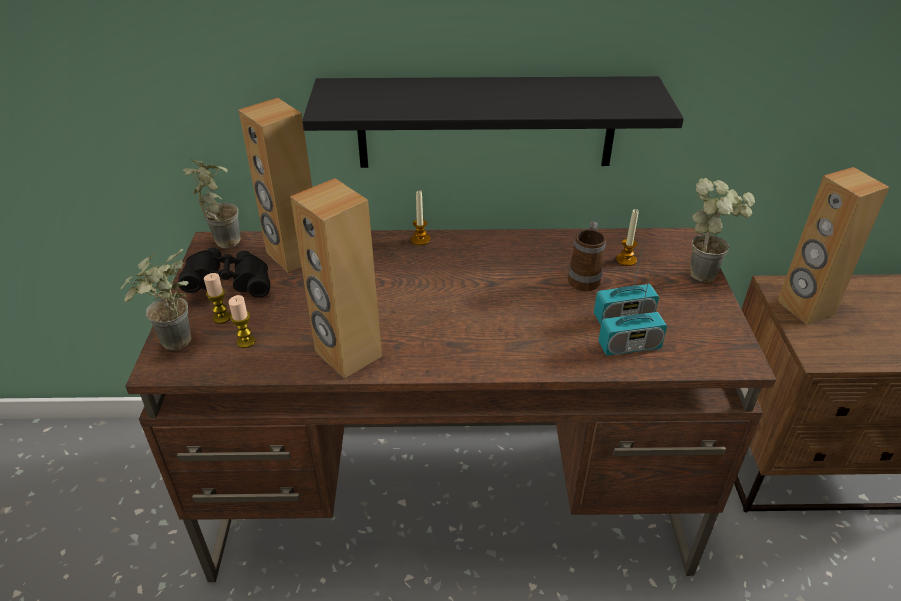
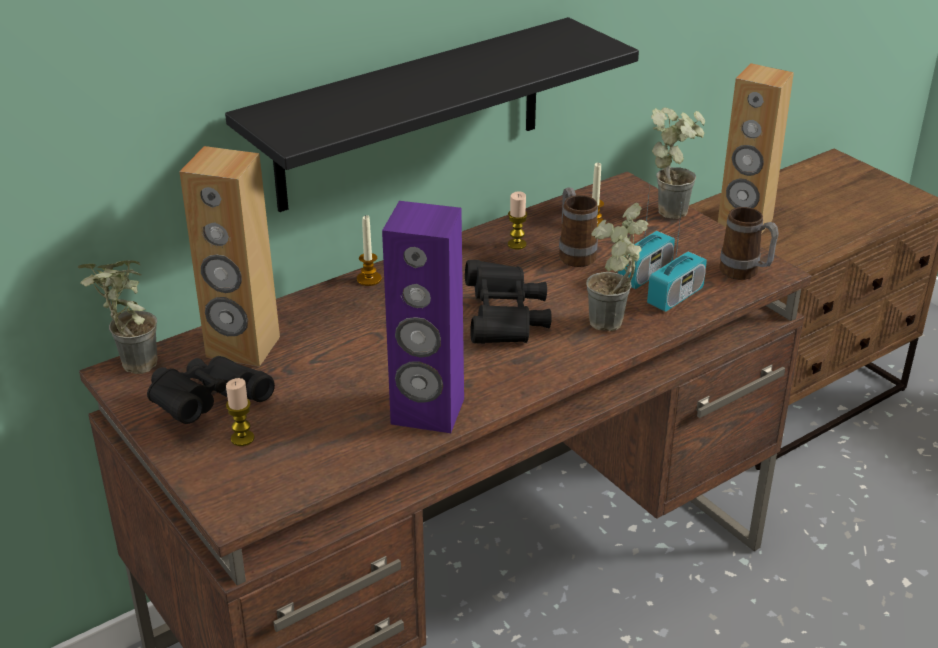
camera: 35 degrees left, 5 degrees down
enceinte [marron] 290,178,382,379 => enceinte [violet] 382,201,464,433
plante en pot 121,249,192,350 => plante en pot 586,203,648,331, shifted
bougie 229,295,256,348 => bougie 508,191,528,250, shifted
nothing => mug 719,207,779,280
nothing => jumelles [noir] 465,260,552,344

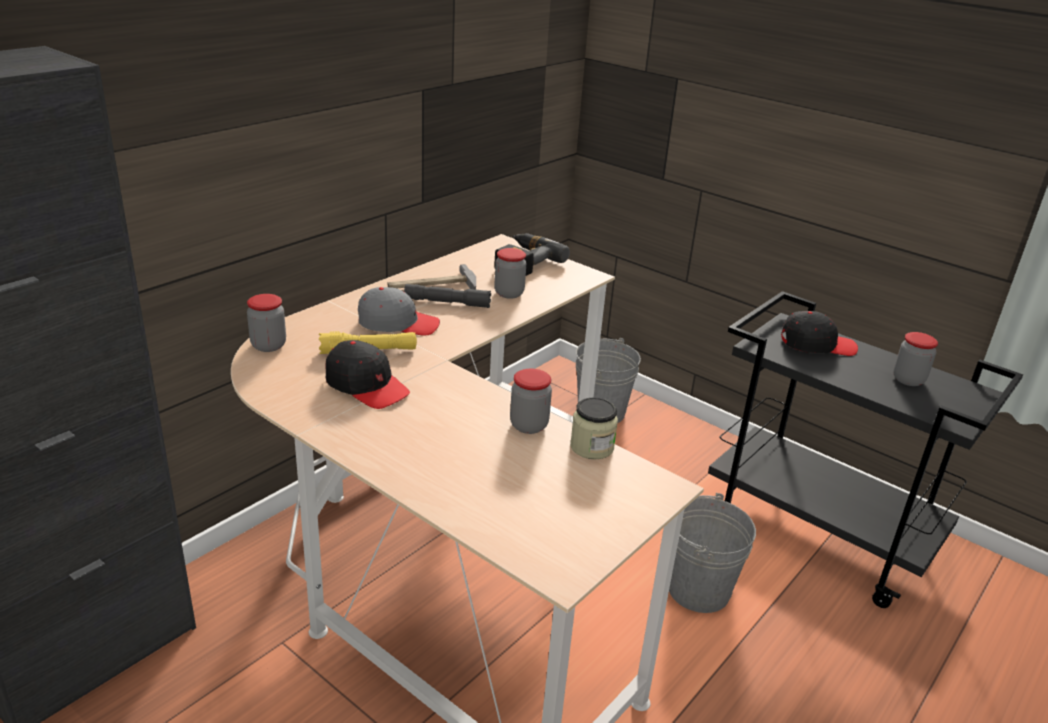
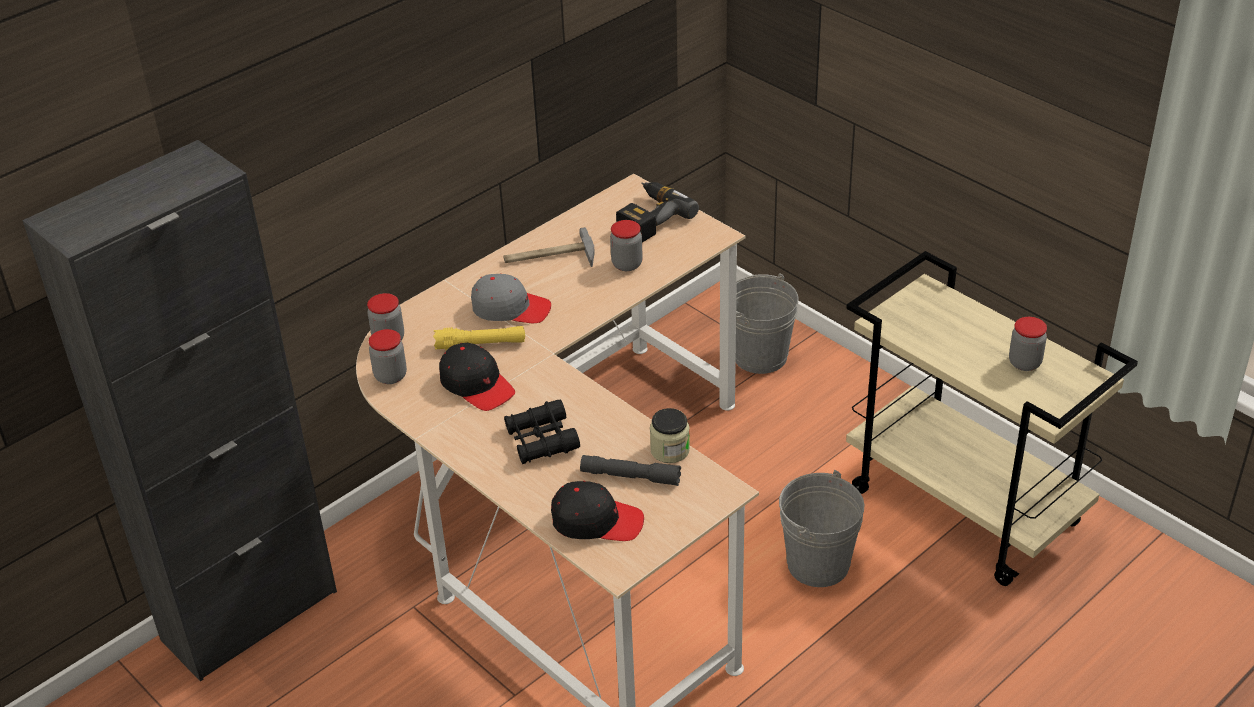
camera: 10 degrees right, 10 degrees up
lampe de poche [gris] 404,284,491,308 => lampe de poche [gris] 580,455,681,486, shifted
chariot [noir] 708,291,1023,608 => chariot [beige] 846,251,1138,586
casquette [noir] 781,311,858,356 => casquette [noir] 551,481,644,541, shifted
bocal 510,369,552,434 => bocal 369,329,407,384, shifted
nothing => jumelles [noir] 504,399,580,464

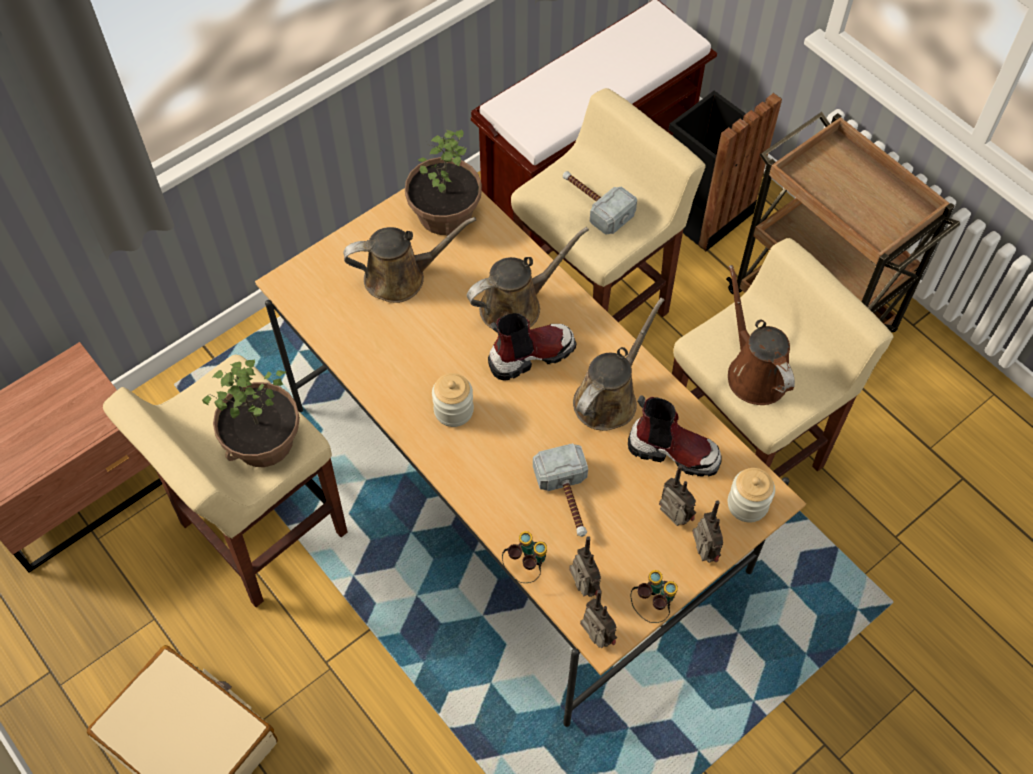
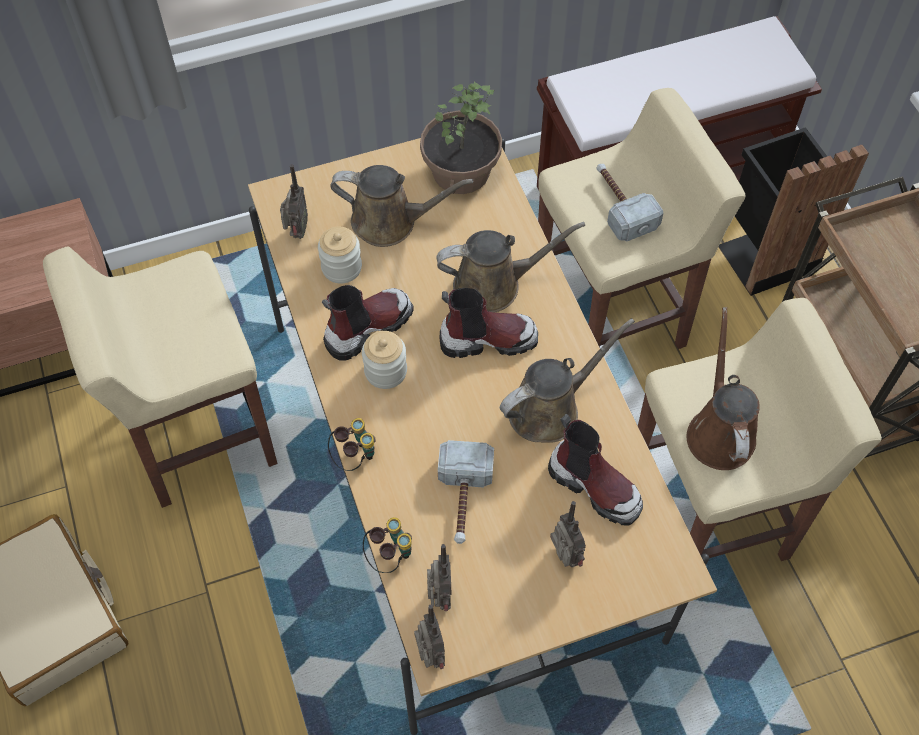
camera: 20 degrees right, 0 degrees up
plante en pot 202,359,300,467 => nothing
bocal 728,468,775,523 => bocal 318,227,362,284, shifted
radio 692,500,723,563 => radio 280,164,308,239, shifted
jumelles 631,570,678,623 => jumelles 328,418,376,471, shifted
nothing => botte 322,285,414,361

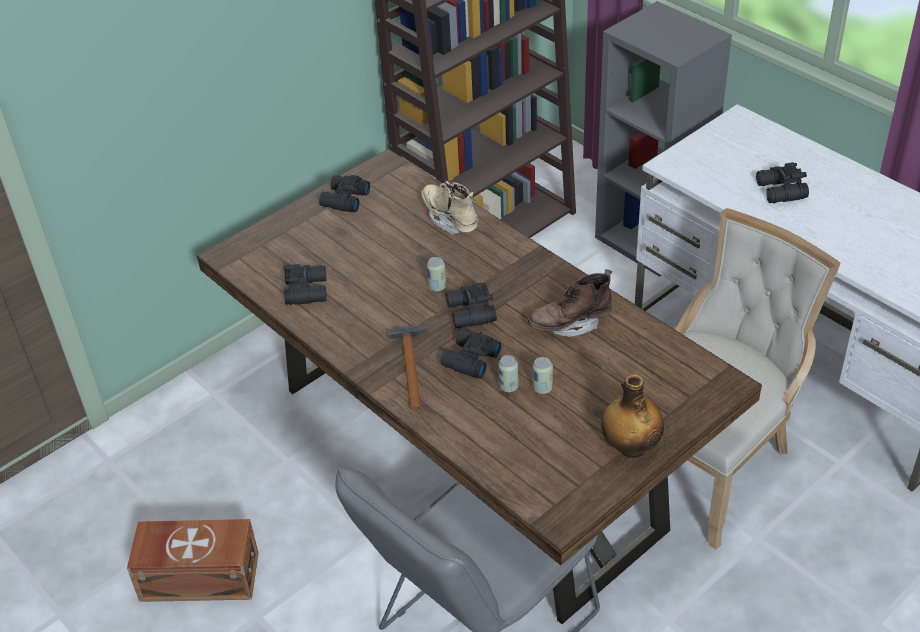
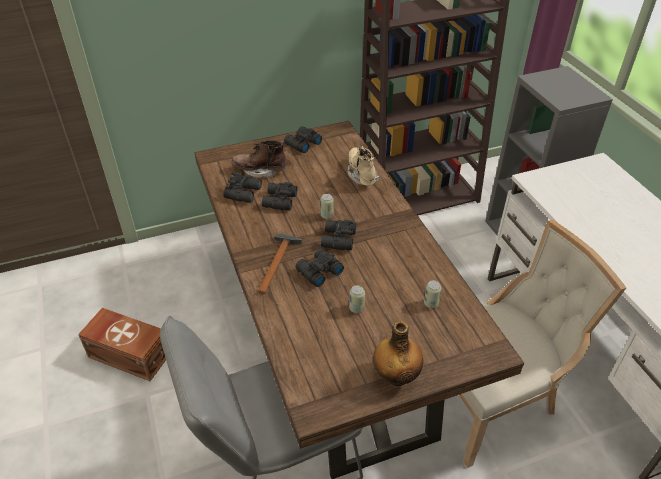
camera: 20 degrees right, 0 degrees up
jumelles [noir] 756,162,809,203 => jumelles [noir] 262,182,297,211, shifted
botte [marron] 528,269,612,337 => botte [marron] 231,140,287,178, shifted
boîte métallique 498,355,518,392 => boîte métallique 424,280,441,308, shifted

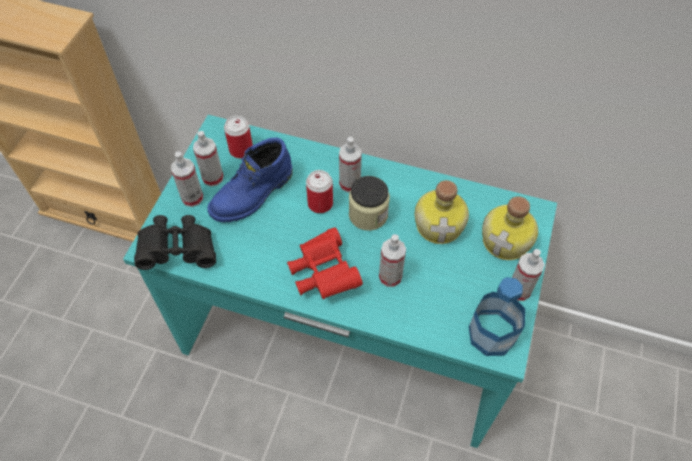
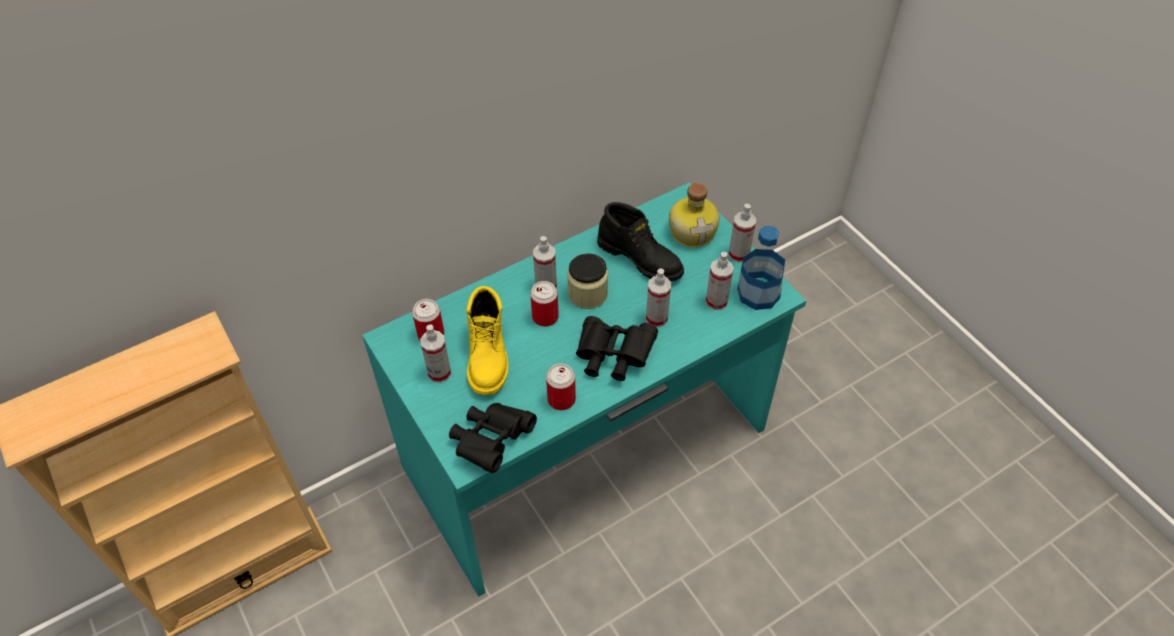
camera: 50 degrees left, 5 degrees down
botte [bleu] 208,138,293,222 => botte [jaune] 466,286,508,395
vaporisateur 171,151,203,207 => vaporisateur 705,252,734,310, shifted
bouteille 414,180,469,244 => botte [noir] 597,202,684,281
jumelles [rouge] 287,227,363,299 => jumelles [noir] 576,316,658,381
nothing => boîte métallique 546,363,576,410

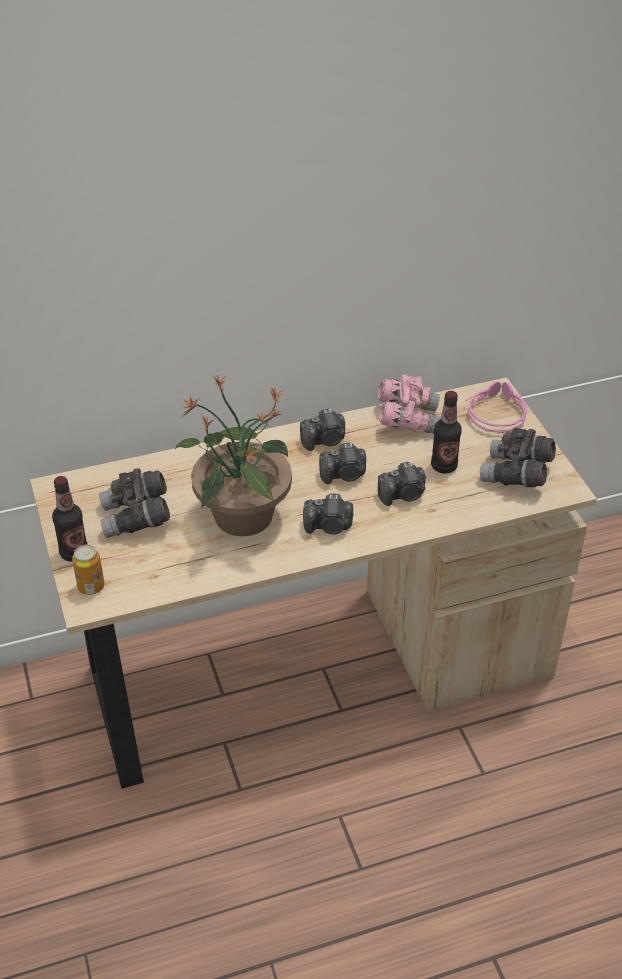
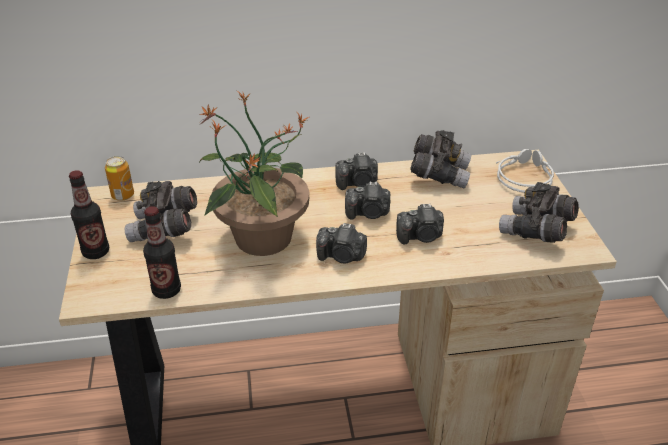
camera: 10 degrees right, 5 degrees down
jumelles [rose] 378,375,441,434 => jumelles [gris] 410,130,471,188
casque audio [rose] 466,382,527,433 => casque audio [gris] 496,149,554,193
bouteille 431,391,462,473 => bouteille 143,206,181,299, shifted
boîte métallique 72,545,105,595 => boîte métallique 105,156,134,201, shifted

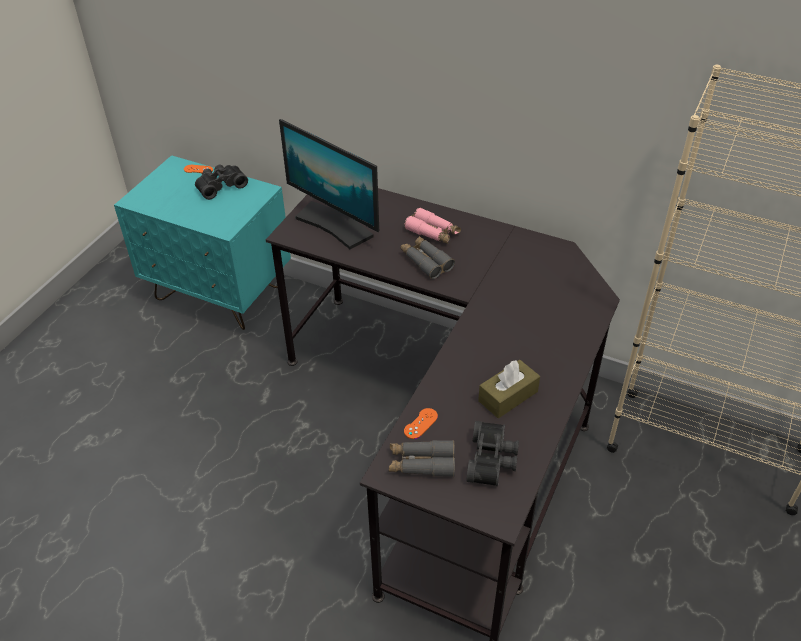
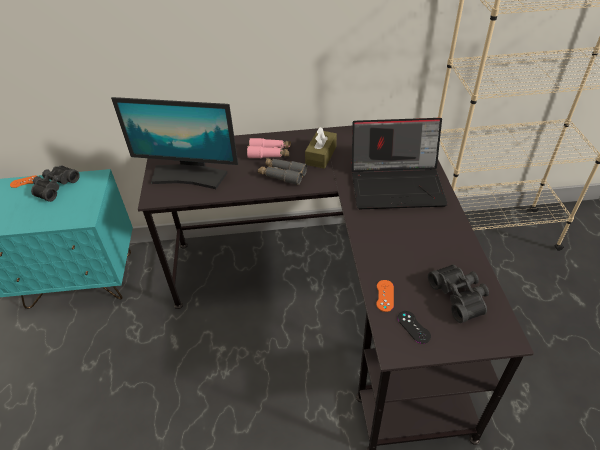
camera: 30 degrees left, 0 degrees up
boîte à mouchoirs [marron] 478,360,540,418 => boîte à mouchoirs [marron] 305,127,337,169, shifted
jumelles [gris] 389,440,455,477 => manette [noir] 398,311,431,344
nothing => ordinateur portable 352,118,448,209

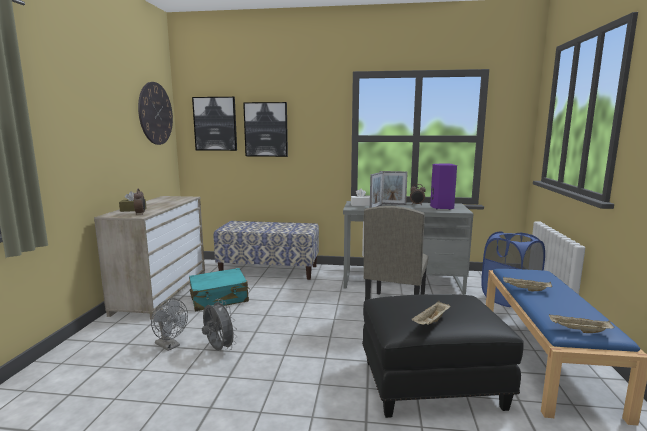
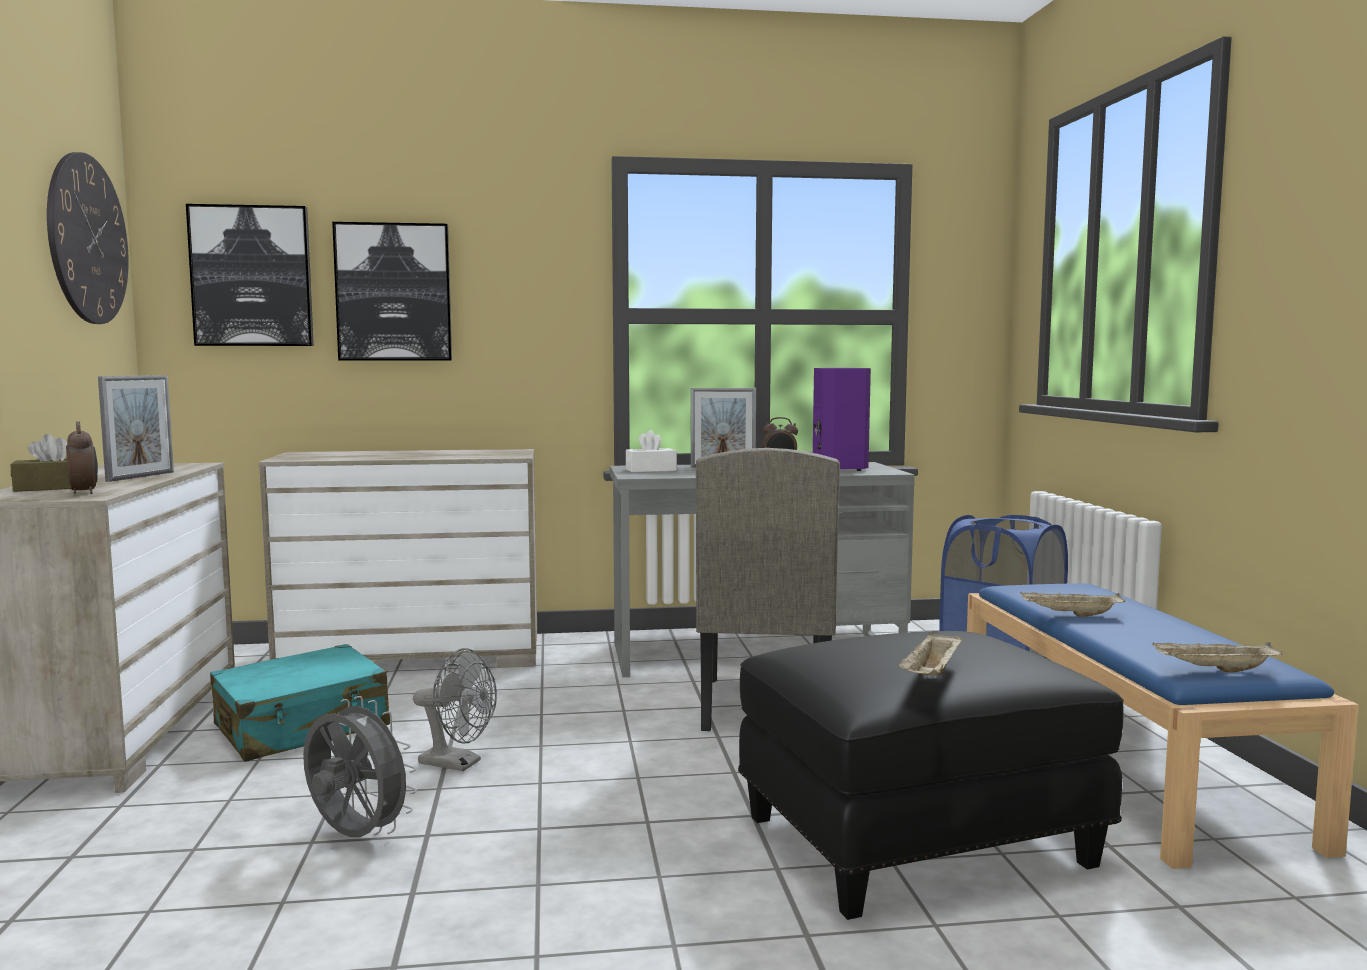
camera: 15 degrees left, 5 degrees down
cadre photo 370,172,383,208 => cadre photo 98,375,174,482, shifted
banc 213,221,319,280 => commode [beige] 258,449,537,668
ventilateur [gris] 151,298,188,351 => ventilateur [gris] 413,648,497,771, shifted

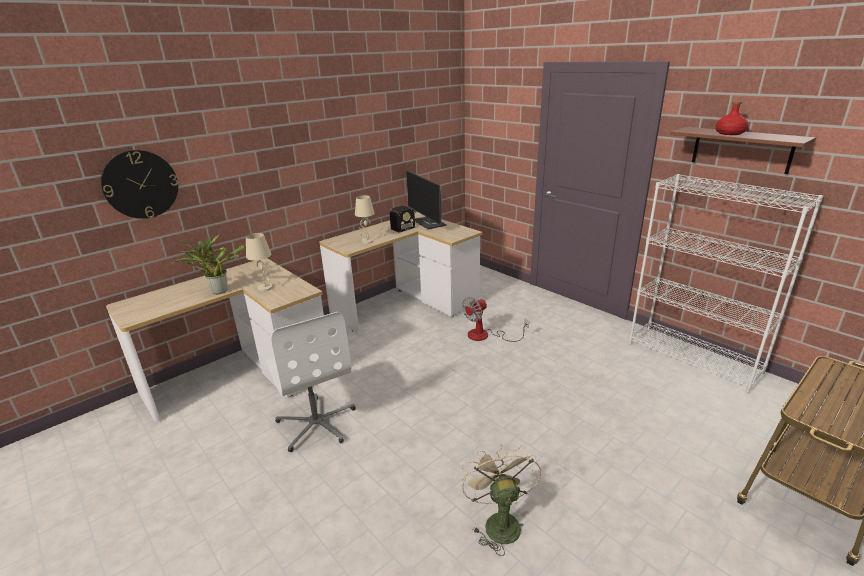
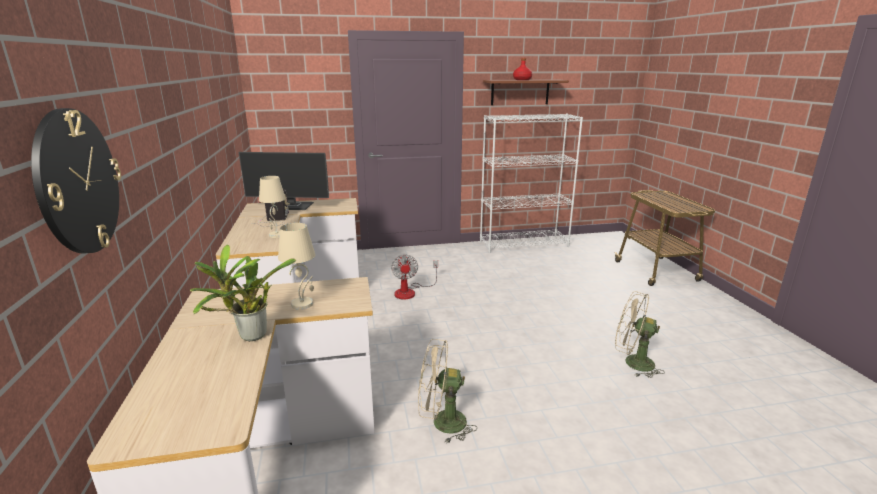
camera: 60 degrees left, 5 degrees down
chaise de bureau [blanc] 265,312,356,452 => ventilateur [beige] 418,339,477,444

